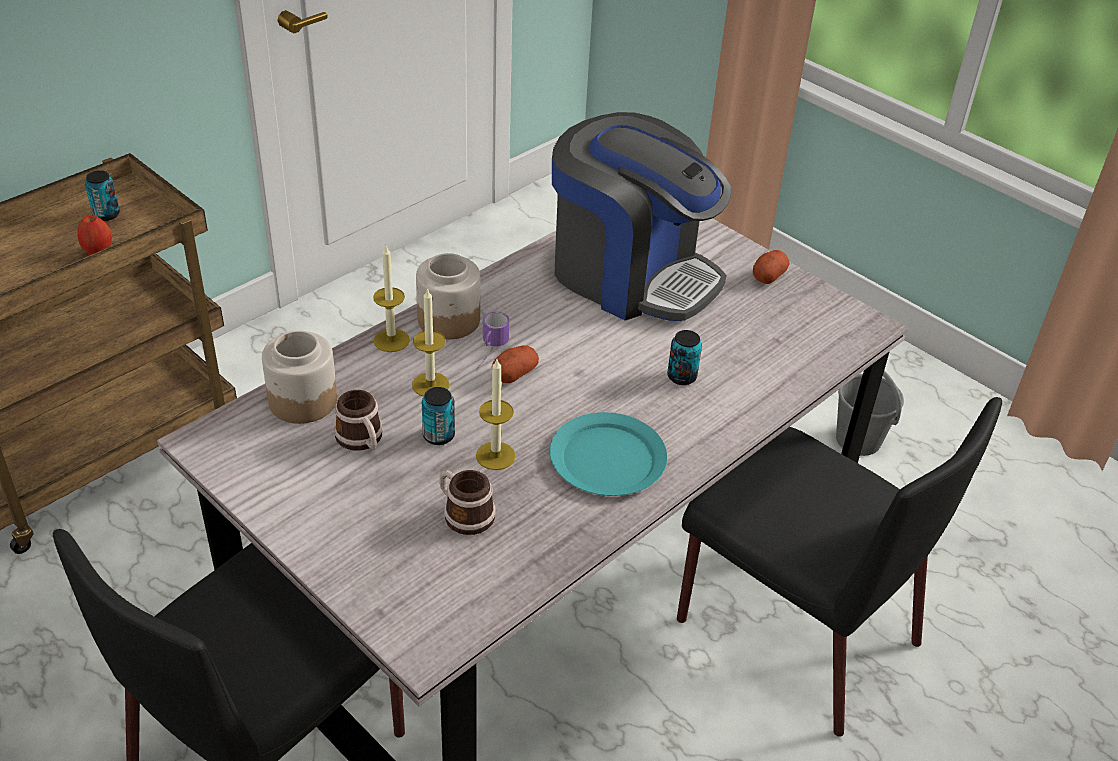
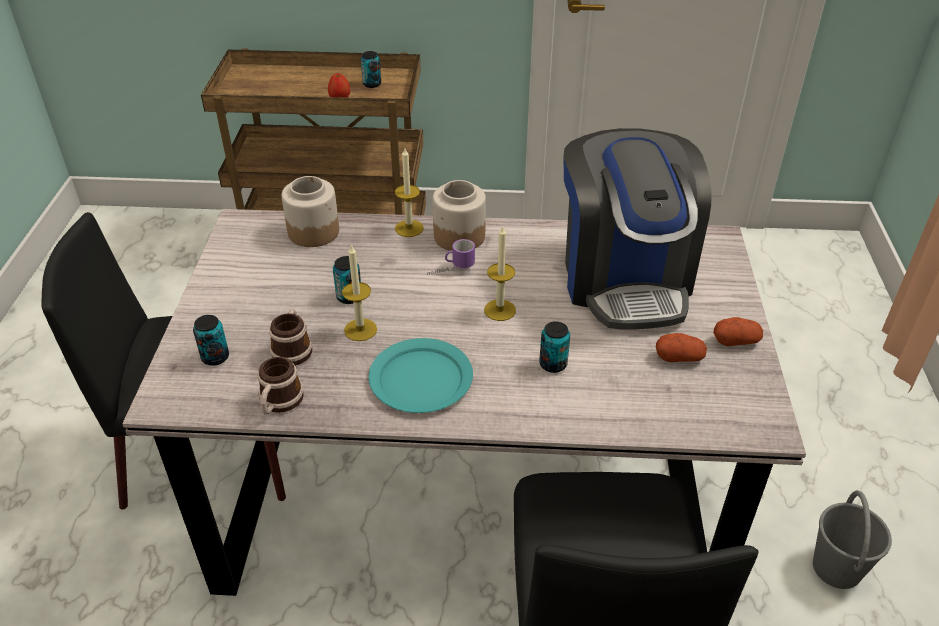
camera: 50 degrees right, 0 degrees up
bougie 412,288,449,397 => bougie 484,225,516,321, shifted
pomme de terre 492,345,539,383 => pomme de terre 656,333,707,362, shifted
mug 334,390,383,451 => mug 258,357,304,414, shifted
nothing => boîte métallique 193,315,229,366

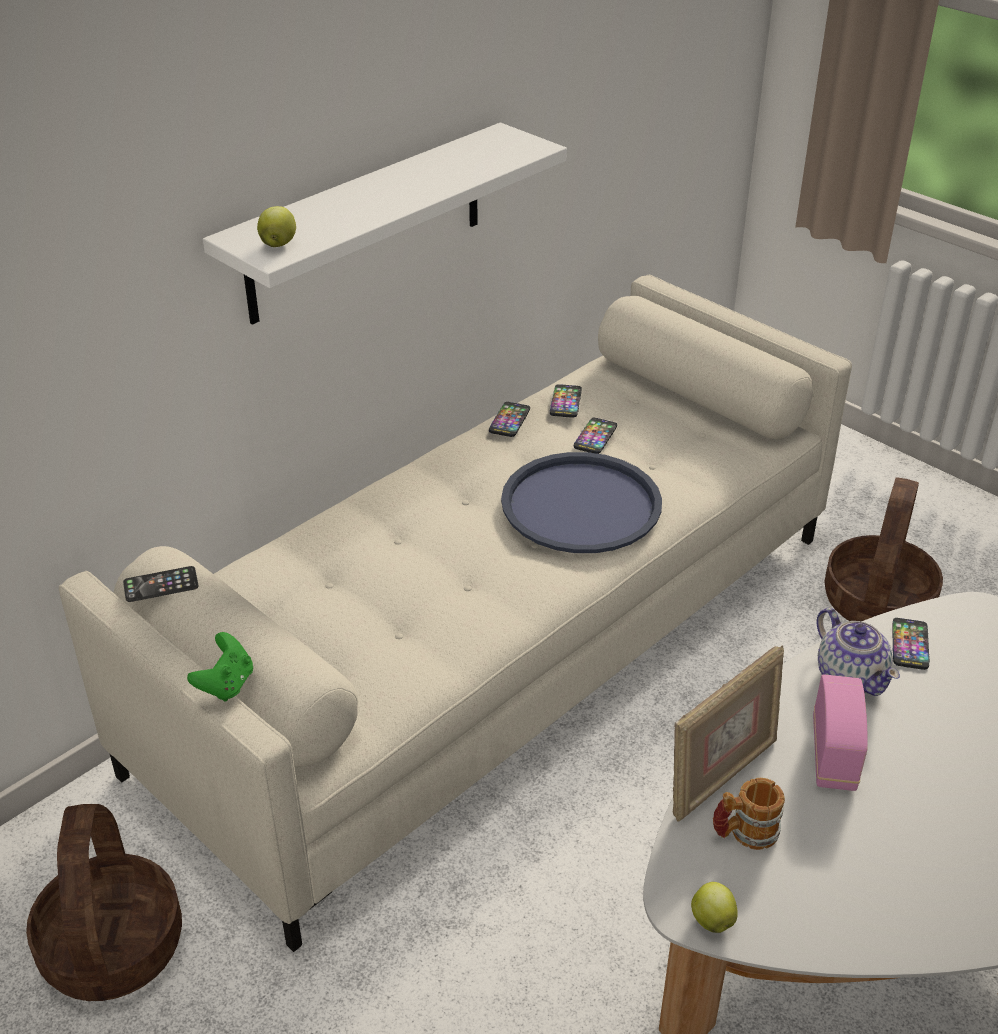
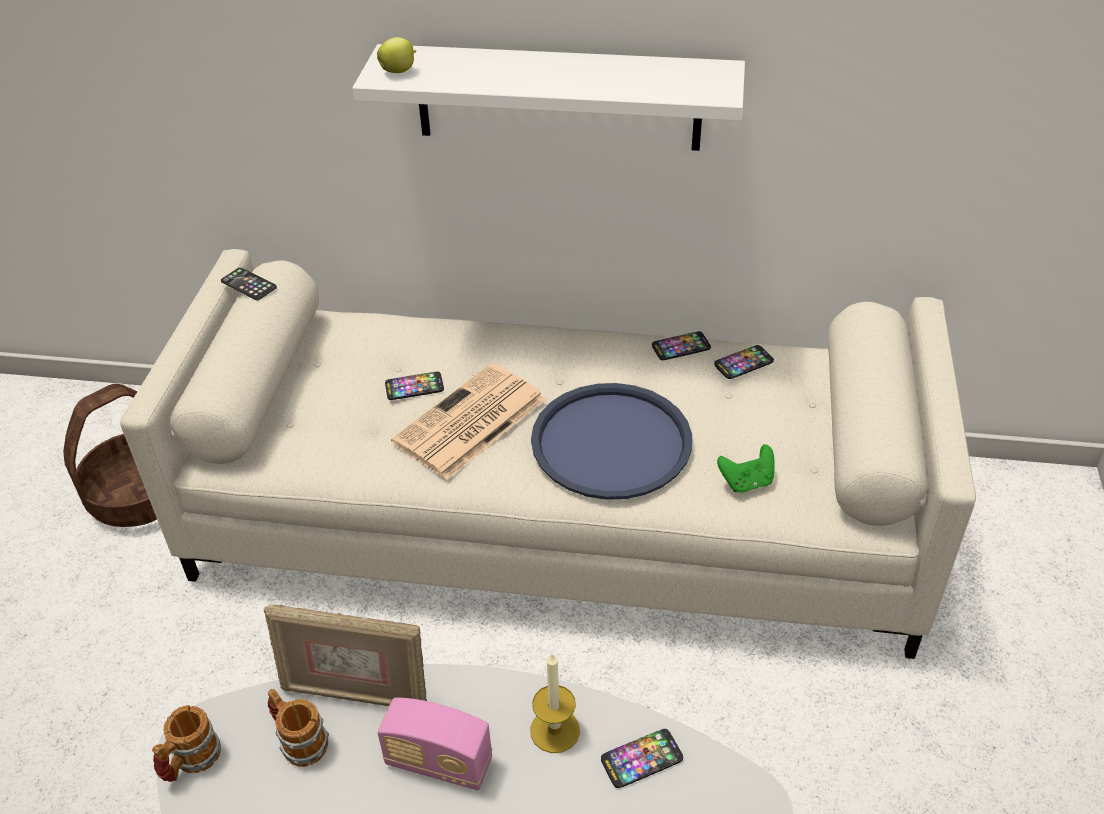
camera: 55 degrees right, 5 degrees up
téléphone 574,418,617,454 => téléphone 385,372,444,400, shifted
panier 824,477,943,621 => nothing
théière 817,608,900,696 => bougie 530,653,580,753
manette [vert] 187,632,253,702 => manette [vert] 717,444,775,493, shifted
radio 813,674,868,791 => radio 377,698,492,790, 45 degrees clockwise
pomme 691,882,738,933 => mug 152,705,221,782
nothing => journal 391,364,546,480

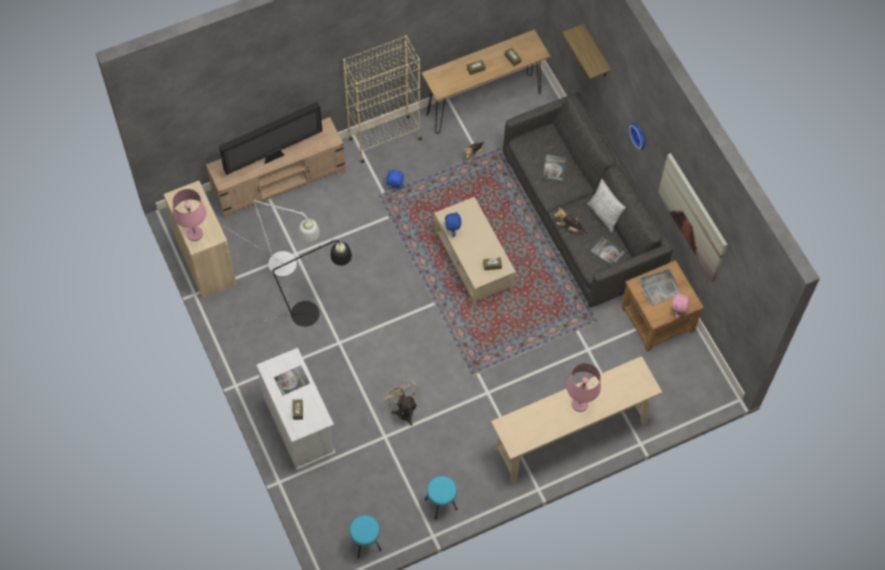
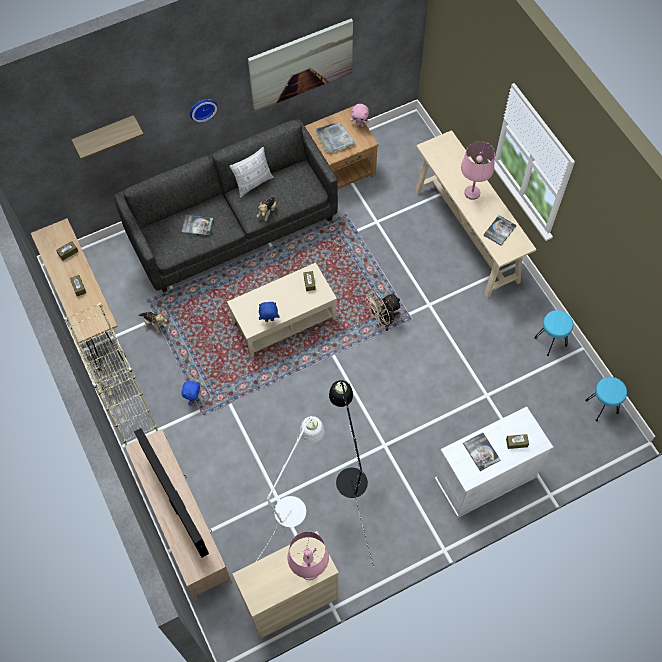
camera: 90 degrees left, 0 degrees up
livre 590,237,625,266 => livre 483,215,517,246, shifted
ventilateur [beige] 383,379,418,426 => ventilateur [beige] 365,292,402,331, shifted

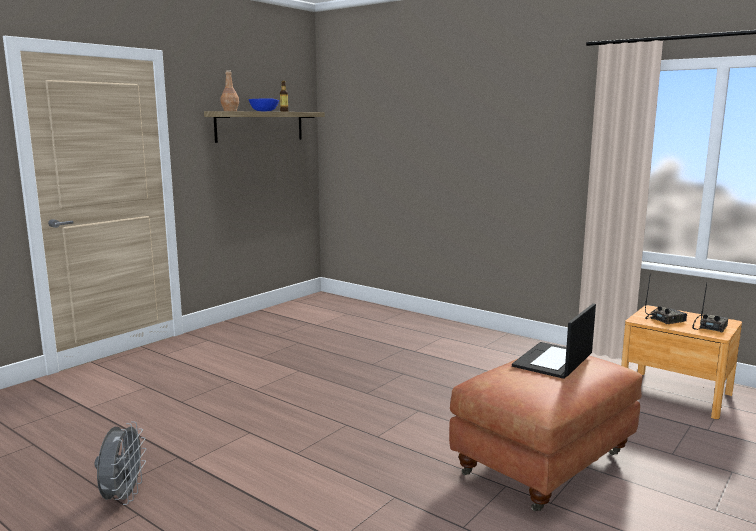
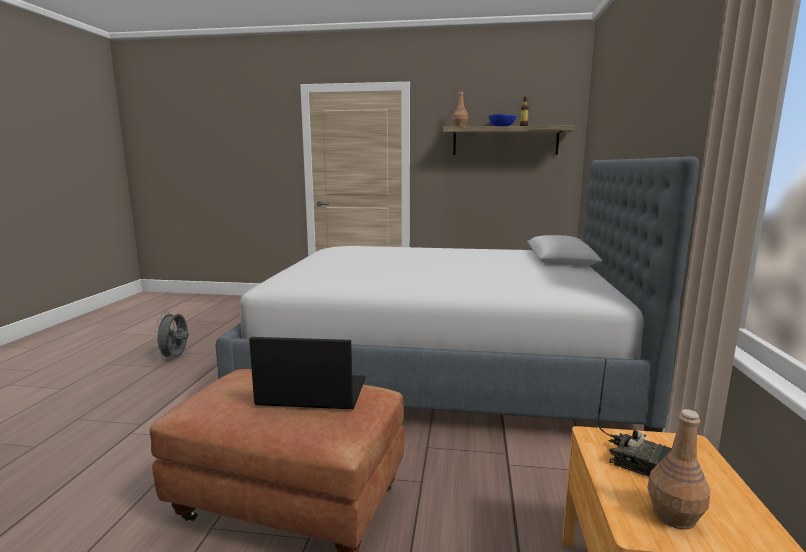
camera: 60 degrees right, 0 degrees up
radio 692,283,728,332 => bouteille [marron] 647,409,710,529
ventilateur [gris] 95,421,146,505 => ventilateur [gris] 154,311,189,360, 120 degrees clockwise
nothing => lit 216,156,699,432

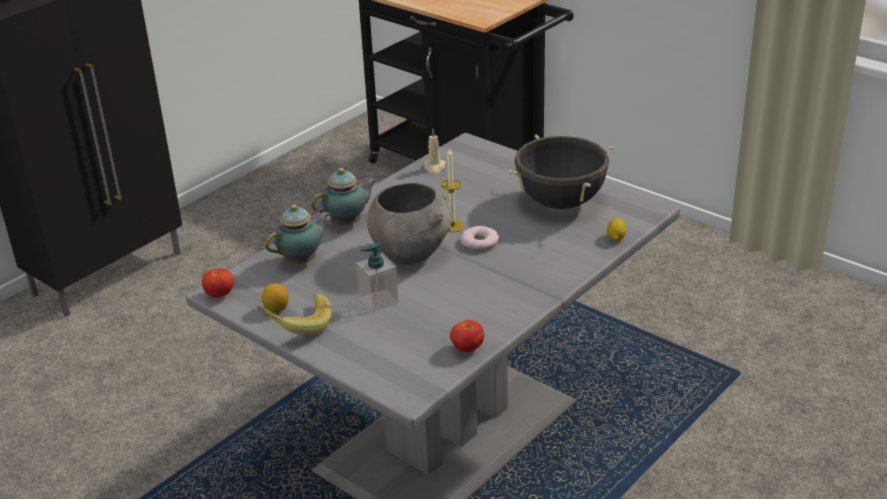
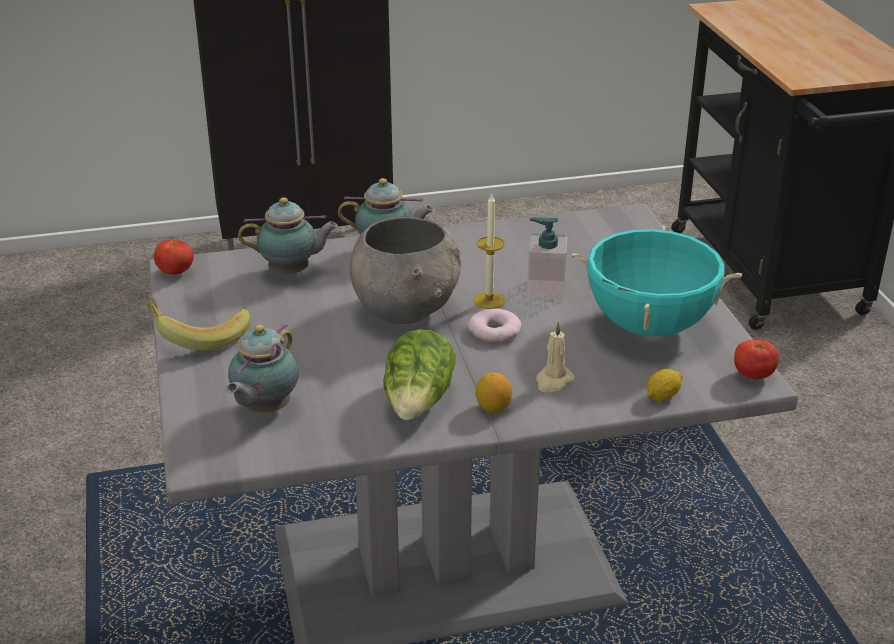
camera: 35 degrees right, 0 degrees up
bougie [beige] 424,129,446,174 => bougie [beige] 536,322,575,393, shifted
marmite [noir] 509,135,614,209 => marmite [turquoise] 572,224,742,337
distributeur de savon 356,242,399,312 => distributeur de savon 527,217,567,300, shifted
citron 262,284,289,312 => citron 475,373,512,413, shifted
tomate 450,320,484,352 => tomate 734,340,779,380, shifted
nothing => théière 226,324,299,413
nothing => laitue 383,329,456,420

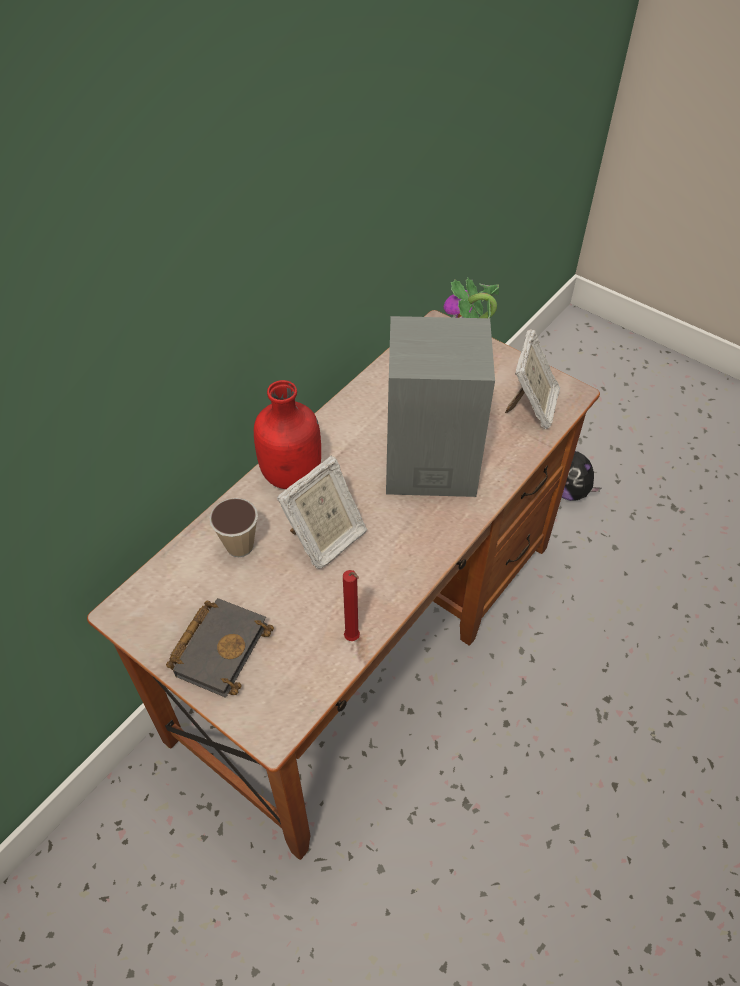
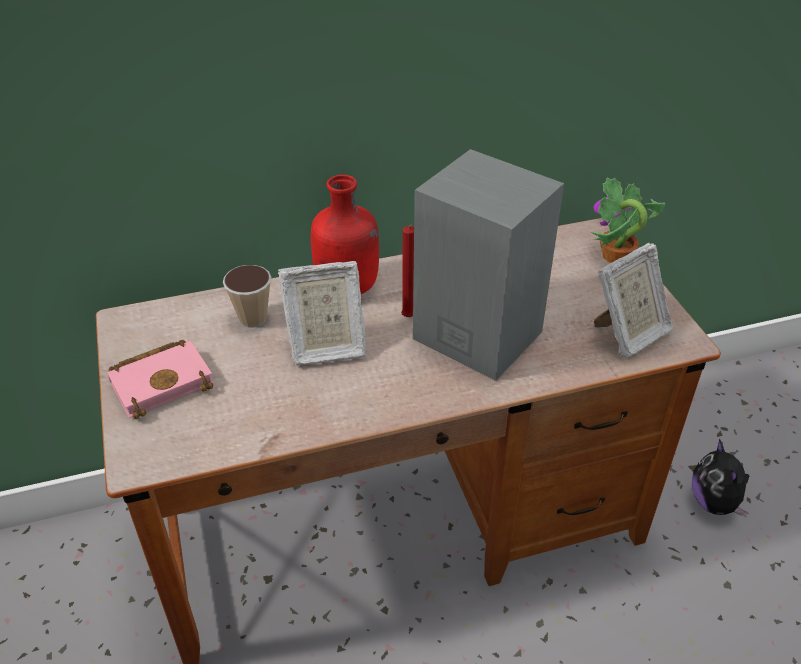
camera: 35 degrees right, 10 degrees down
bougie [rouge] 343,570,360,641 => bougie [rouge] 401,225,414,317, shifted
livre [noir] 166,598,274,698 => livre [rose] 107,340,214,419

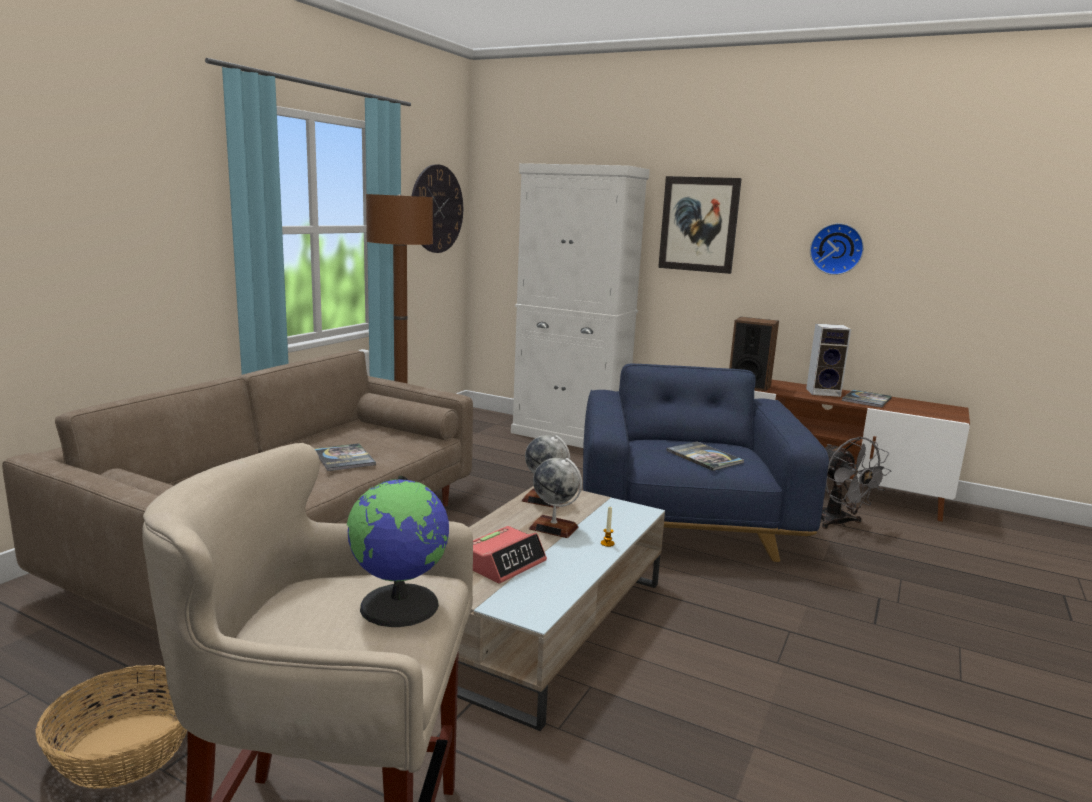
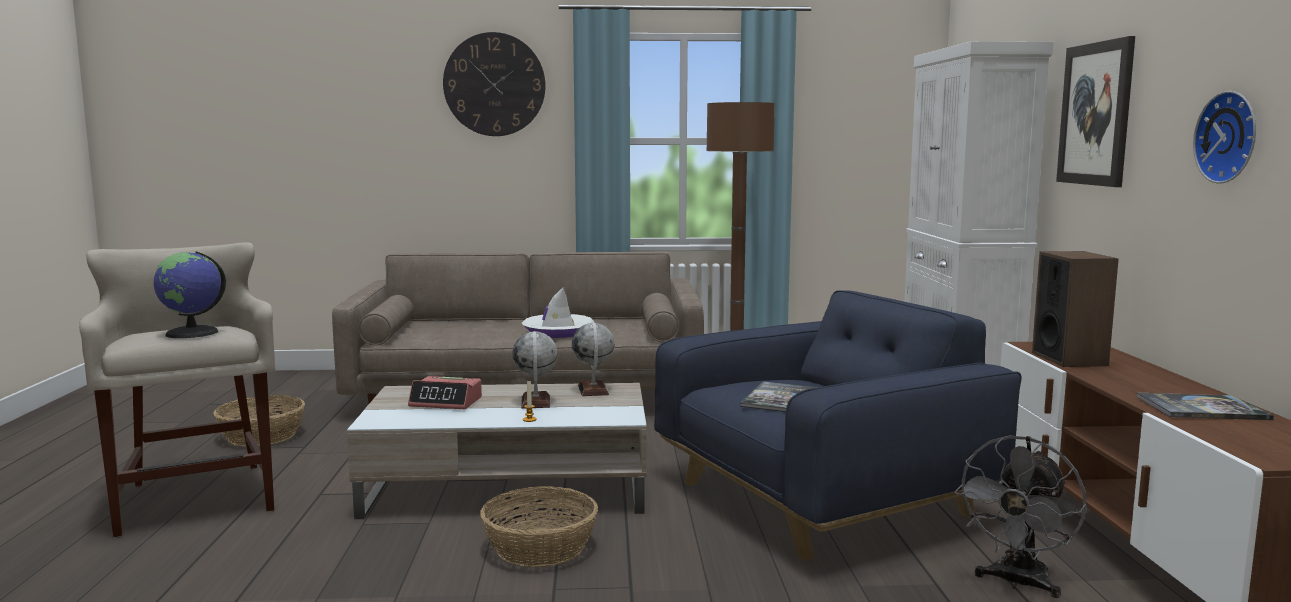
camera: 60 degrees right, 5 degrees down
horloge murale 412,164,463,253 => horloge murale 443,32,546,136, shifted
enceinte 806,323,851,397 => nothing
livre 314,443,376,471 => chapeau [blanc] 522,287,595,338
nothing => panier 480,486,598,567

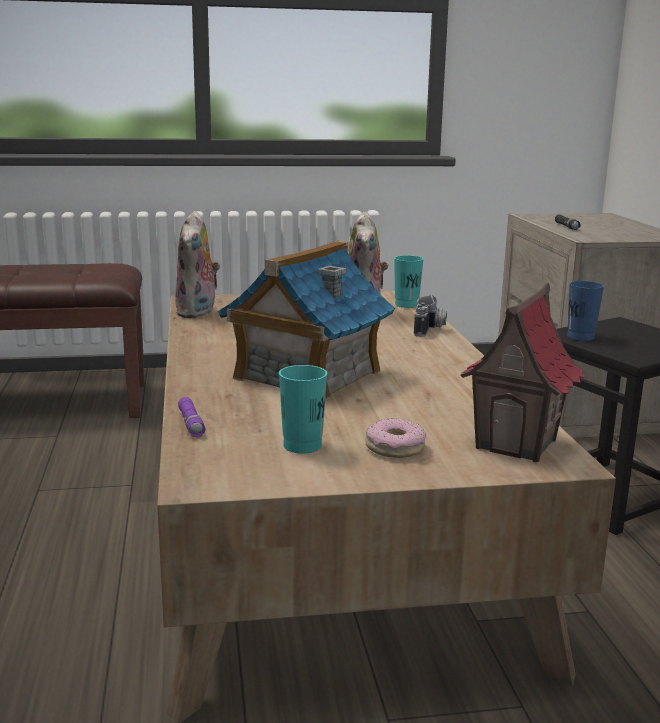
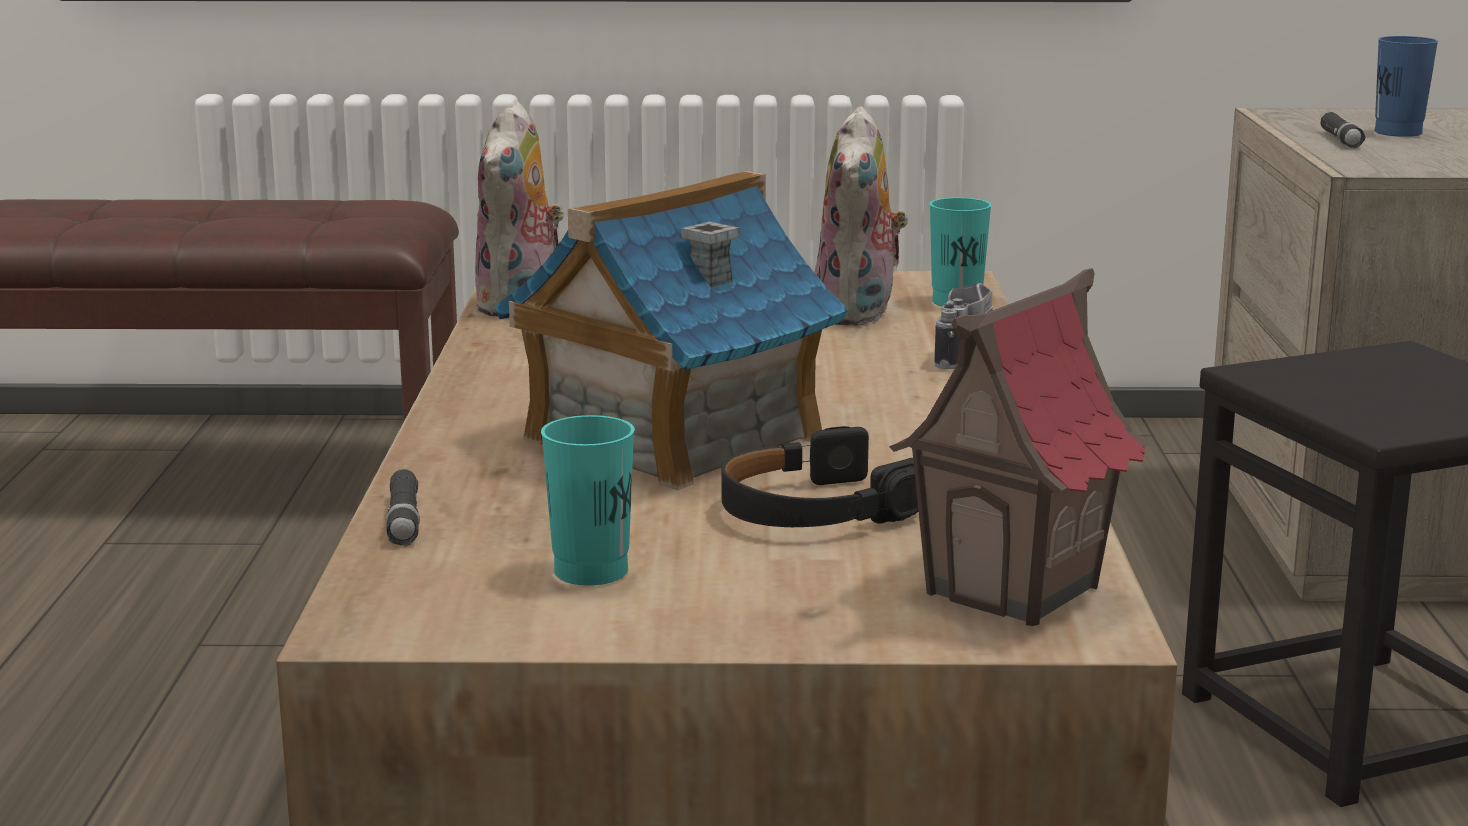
camera: 10 degrees right, 0 degrees up
tasse [bleu] 567,281,604,341 => tasse [bleu] 1375,36,1438,137, shifted
lampe de poche [violet] 178,397,206,438 => lampe de poche [noir] 386,469,420,546
beignet 365,418,426,458 => nothing
nothing => casque audio [noir] 721,426,918,527

